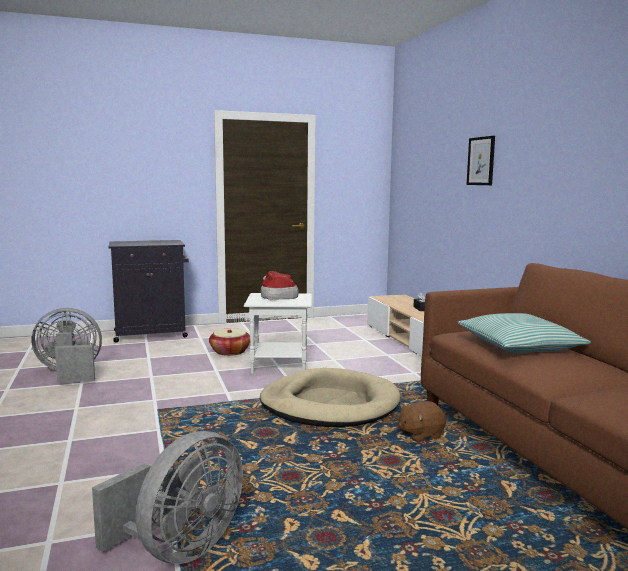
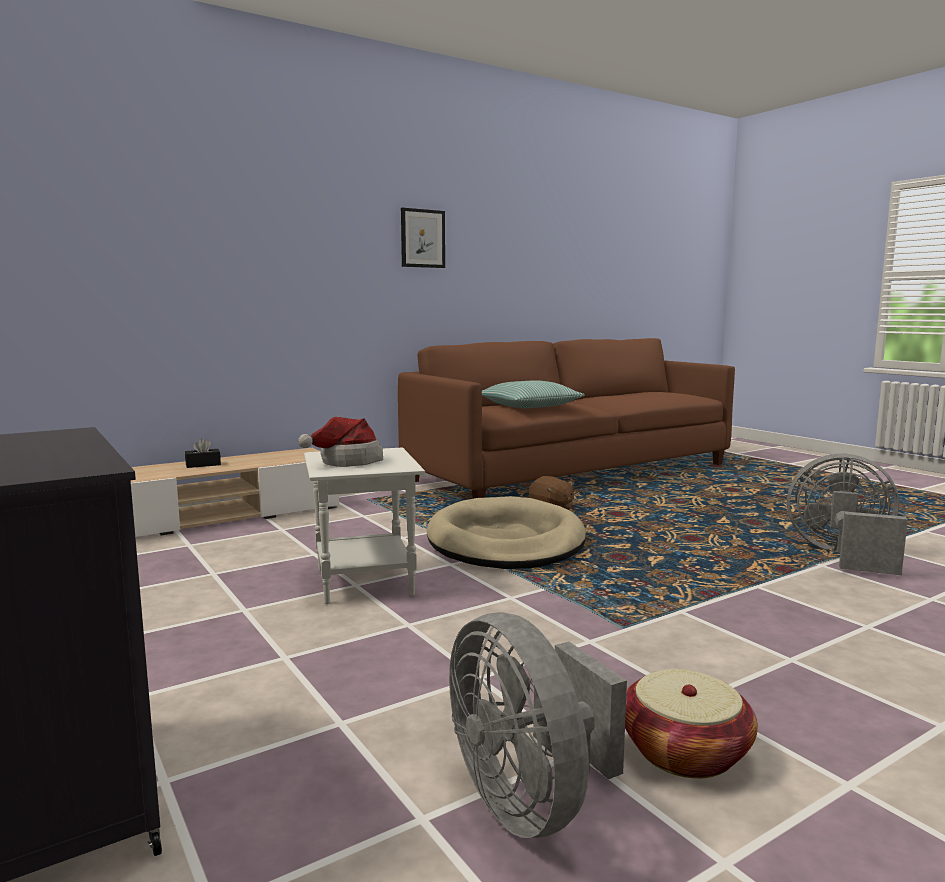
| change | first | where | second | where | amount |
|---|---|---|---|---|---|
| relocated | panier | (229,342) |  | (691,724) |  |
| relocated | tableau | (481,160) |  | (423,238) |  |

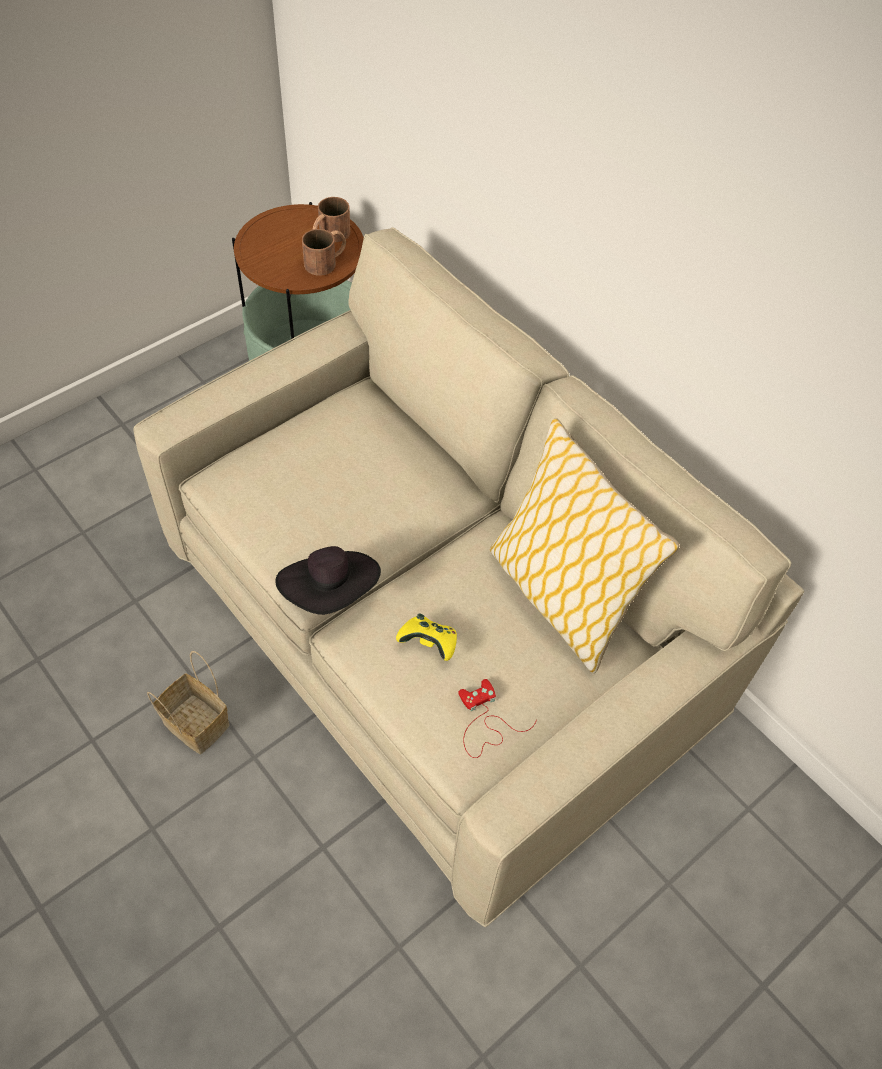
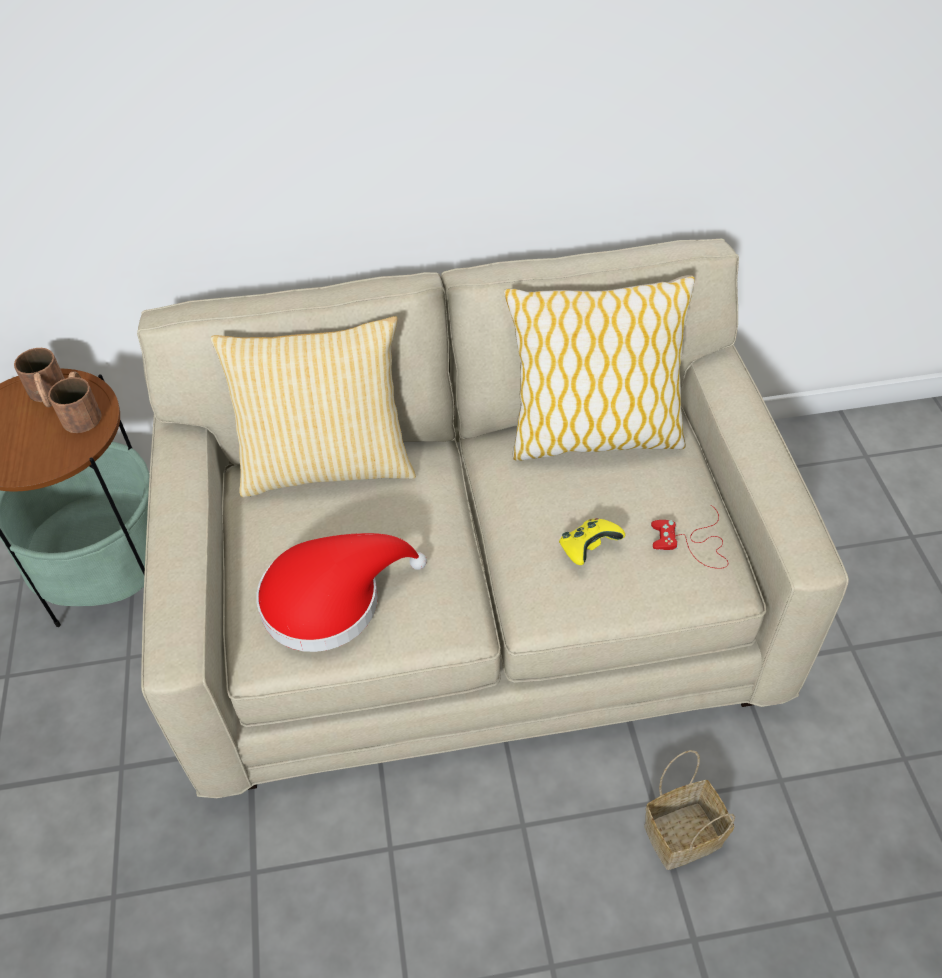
| change | first | where | second | where | amount |
|---|---|---|---|---|---|
| relocated | panier | (188,702) |  | (689,810) |  |
| missing | chapeau/noir | (328,580) |  |  |  |
| appeared |  |  | coussin | (313,406) |  |
| appeared |  |  | chapeau/rouge | (341,592) |  |

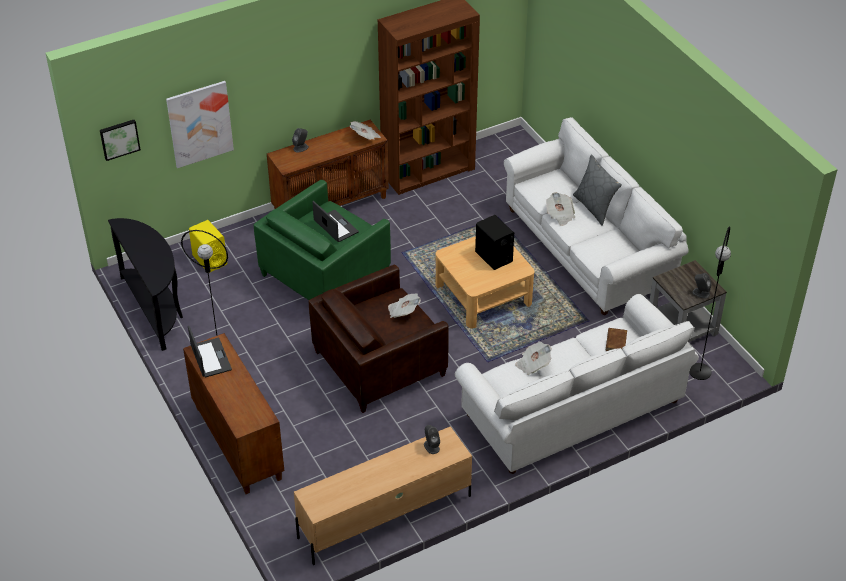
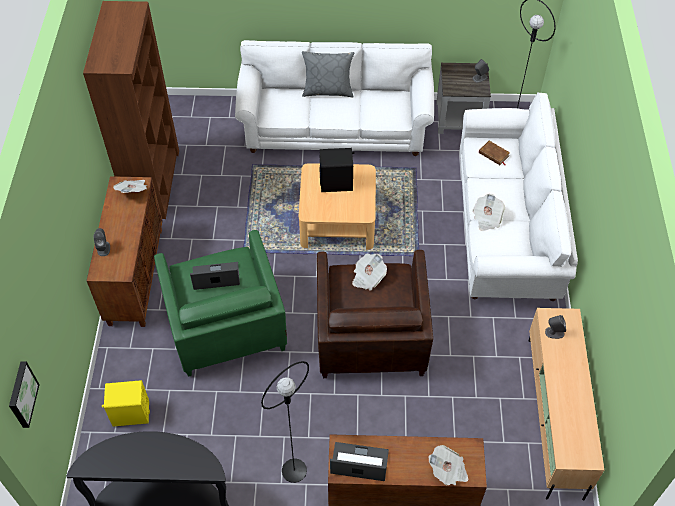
| change | first | where | second | where | amount |
|---|---|---|---|---|---|
| missing | tableau | (200,124) |  |  |  |
| relocated | journal | (560,209) |  | (448,465) |  |

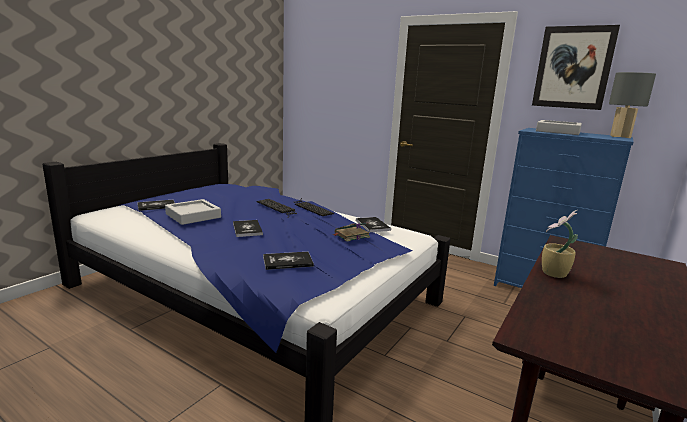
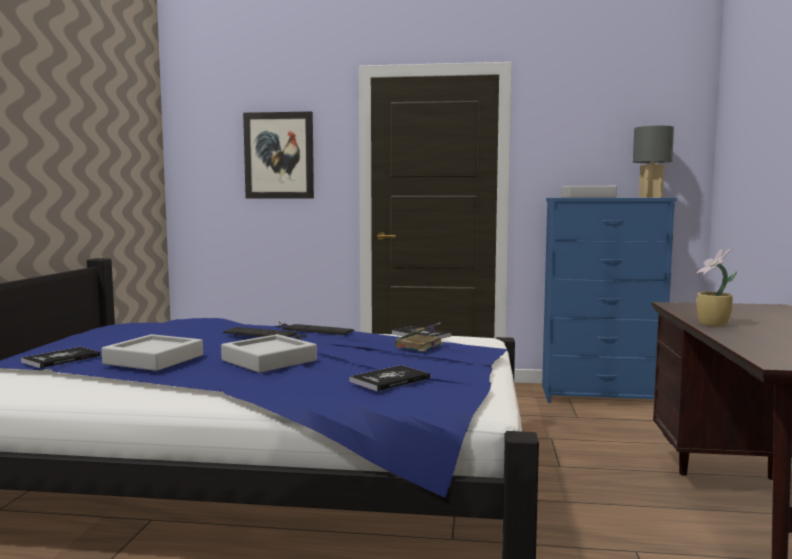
| change | first | where | second | where | amount |
|---|---|---|---|---|---|
| exchanged | livre | (248,228) | plateau/gris | (269,353) |  |
| relocated | tableau | (576,67) |  | (278,154) |  |

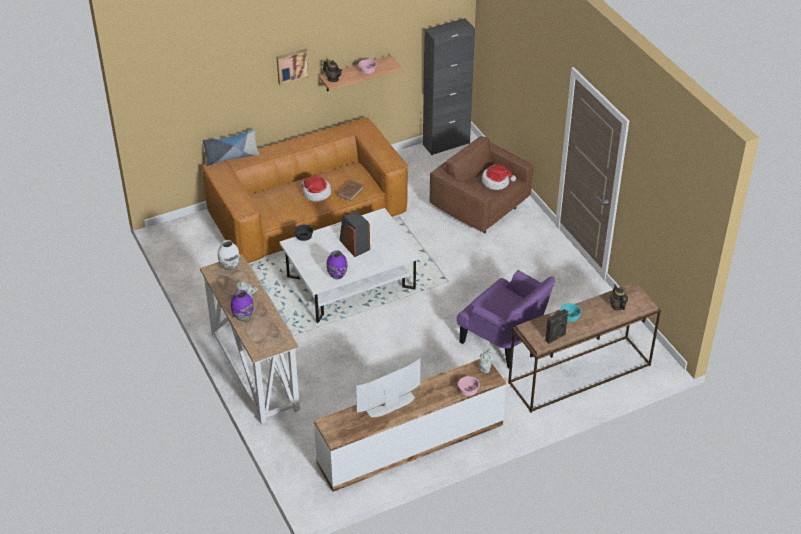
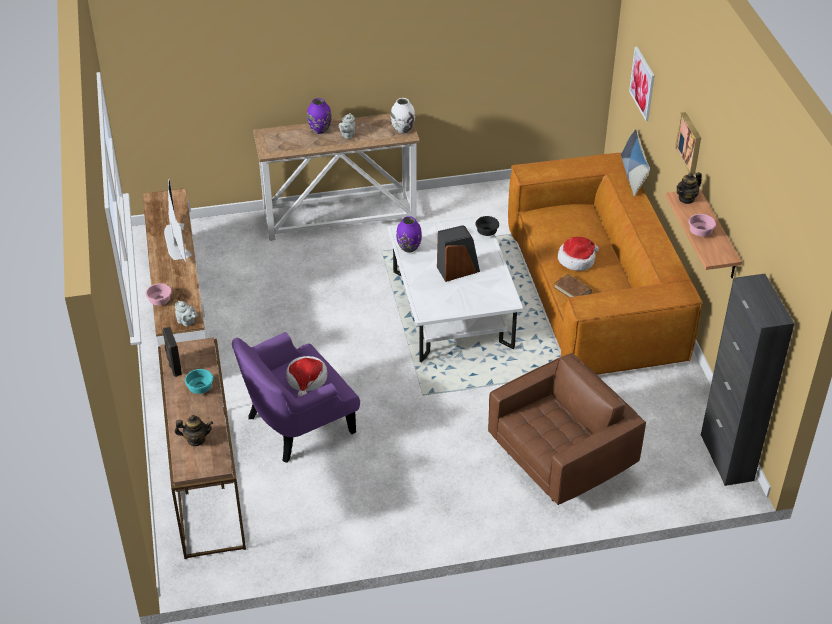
| change | first | where | second | where | amount |
|---|---|---|---|---|---|
| relocated | chapeau | (499,177) |  | (306,376) |  |
| appeared |  |  | tableau | (642,84) |  |

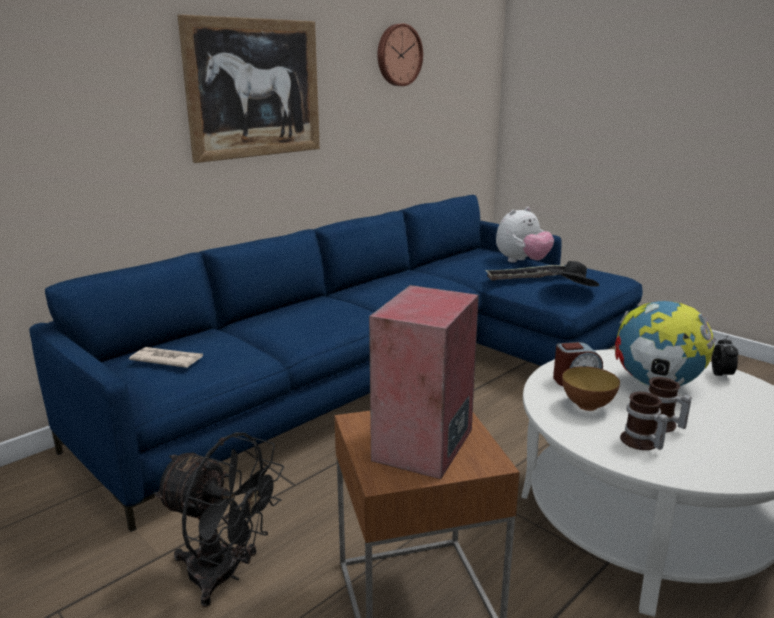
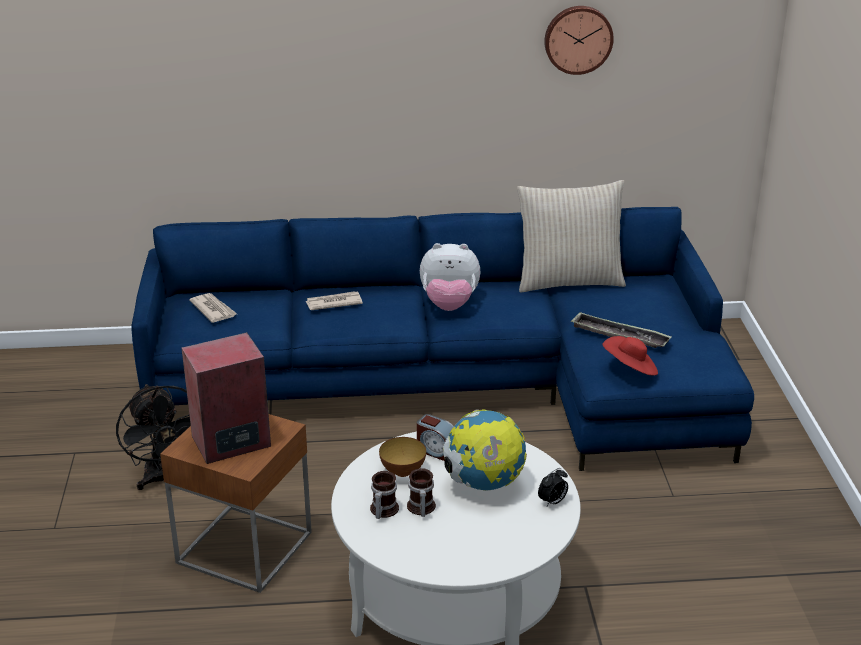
| change | first | where | second | where | amount |
|---|---|---|---|---|---|
| missing | tableau | (248,88) |  |  |  |
| relocated | peluche | (525,235) |  | (450,277) |  |
| colour | chapeau/noir | (573,274) | chapeau/rouge | (630,356) |  |
| appeared |  |  | journal | (334,300) |  |
| appeared |  |  | coussin/beige | (571,236) |  |

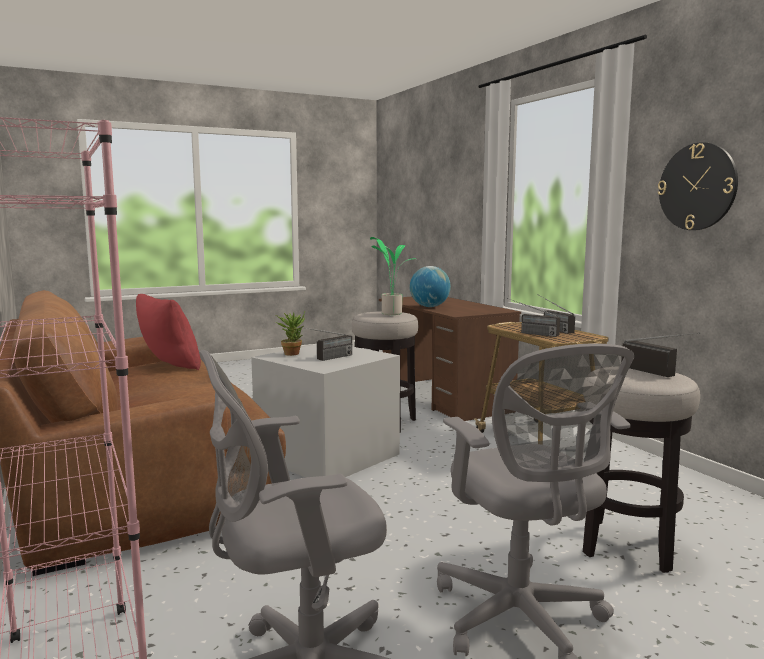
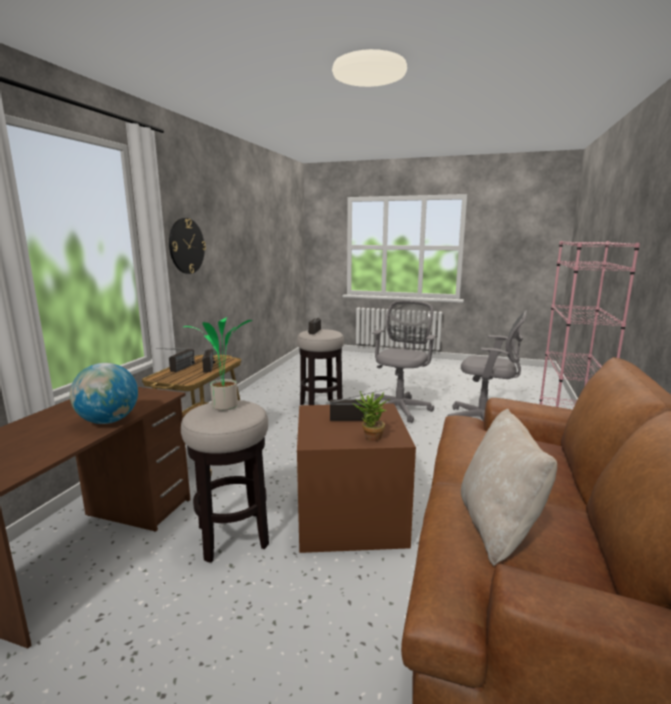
| change | first | where | second | where | amount |
|---|---|---|---|---|---|
| colour | coussin/rouge | (168,332) | coussin/beige | (509,487) |  |
| colour | boîte de rangement/gris | (325,411) | boîte de rangement/marron | (356,478) |  |

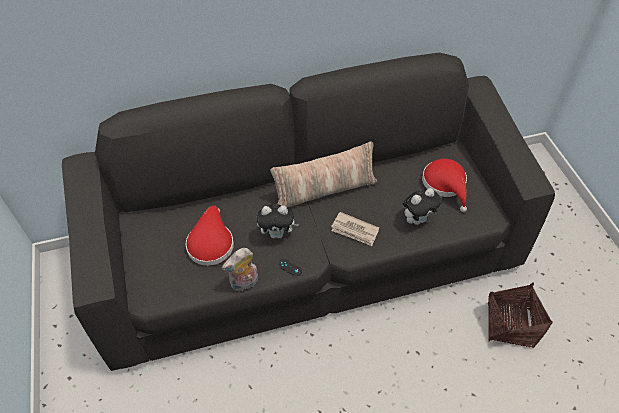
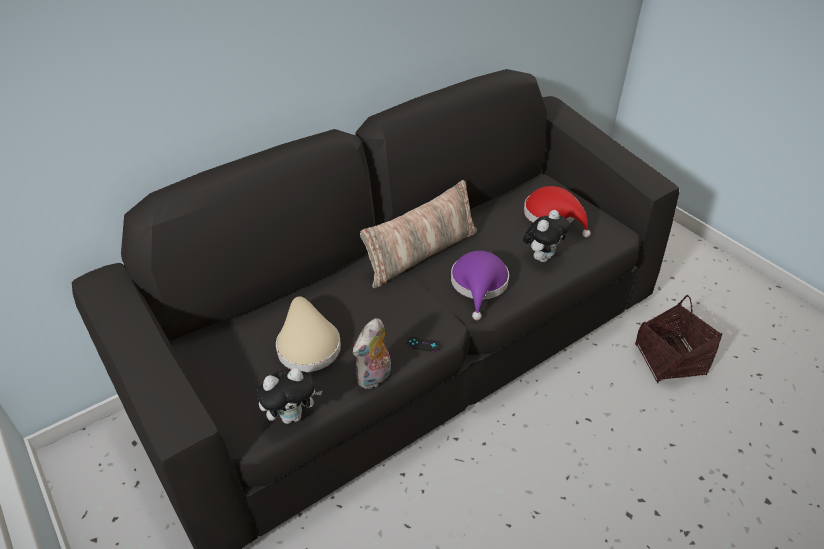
| change | first | where | second | where | amount |
|---|---|---|---|---|---|
| colour | chapeau/rouge | (210,236) | chapeau/beige | (308,334) |  |
| relocated | peluche | (278,221) |  | (290,396) |  |
| exchanged | journal | (355,229) | chapeau/violet | (480,285) |  |

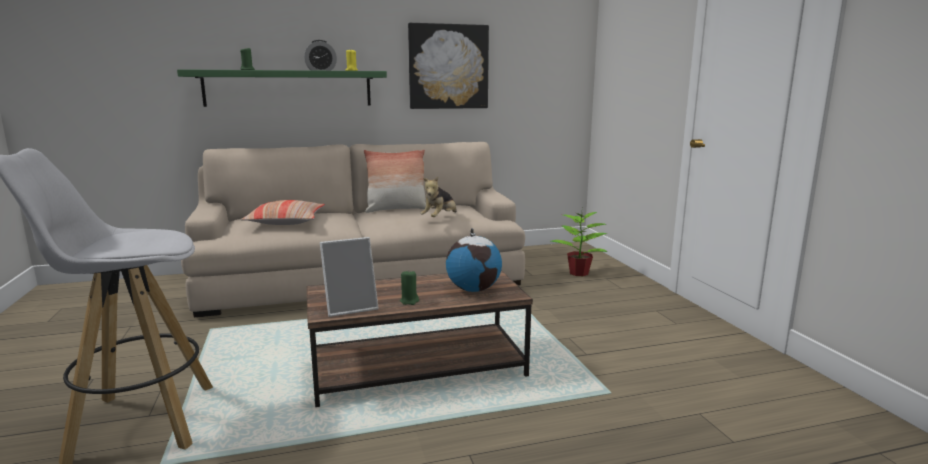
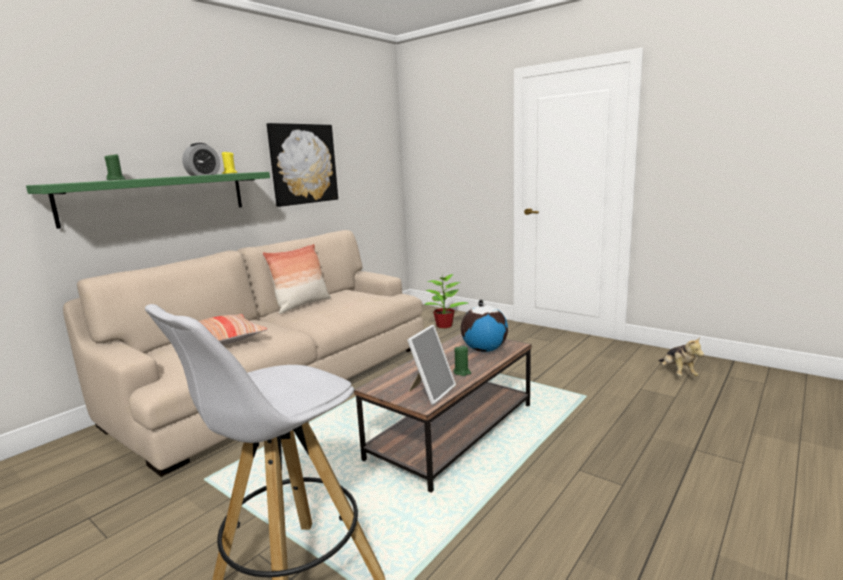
| change | first | where | second | where | amount |
|---|---|---|---|---|---|
| relocated | peluche | (438,197) |  | (681,356) |  |

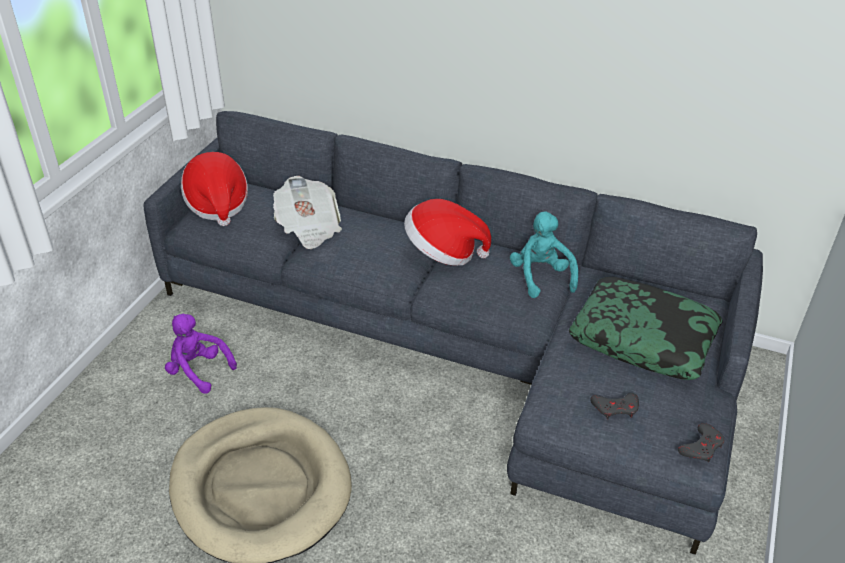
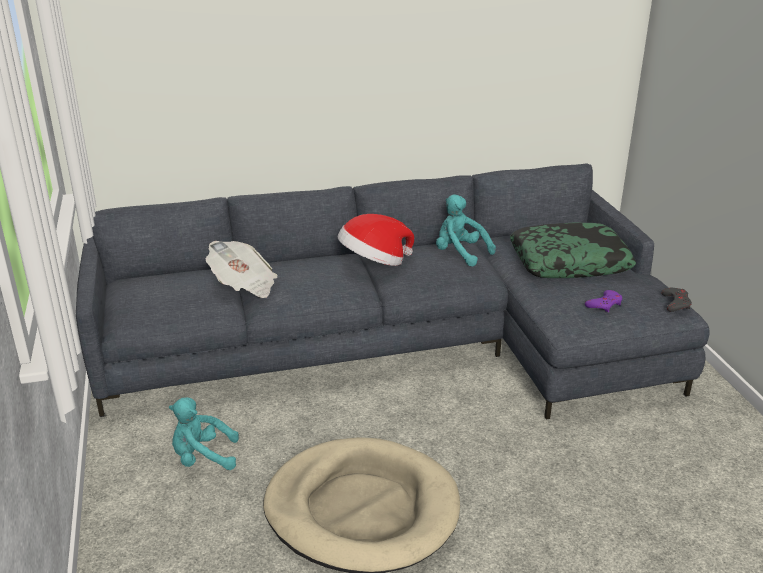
| change | first | where | second | where | amount |
|---|---|---|---|---|---|
| colour | peluche/violet | (201,354) | peluche/turquoise | (204,433) |  |
| missing | chapeau | (214,189) |  |  |  |
| colour | manette/gris | (614,406) | manette/violet | (604,301) |  |

